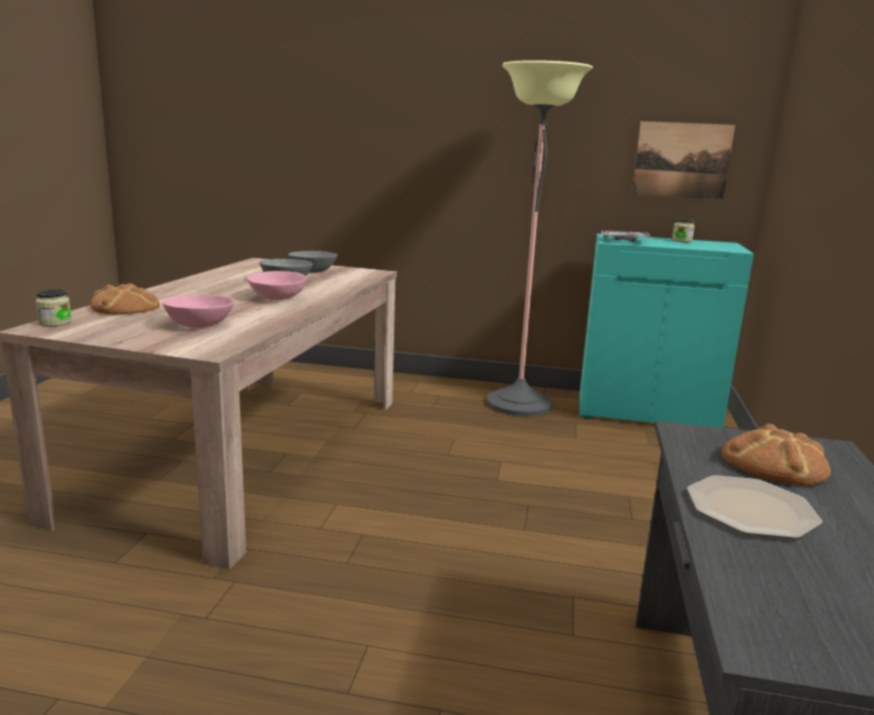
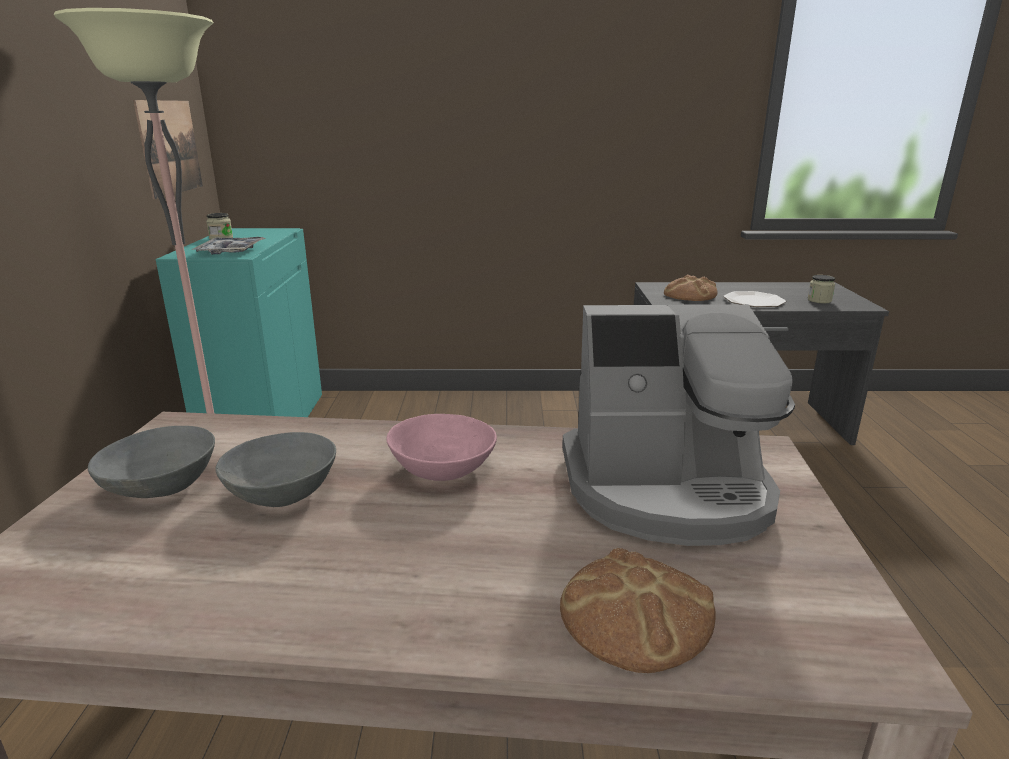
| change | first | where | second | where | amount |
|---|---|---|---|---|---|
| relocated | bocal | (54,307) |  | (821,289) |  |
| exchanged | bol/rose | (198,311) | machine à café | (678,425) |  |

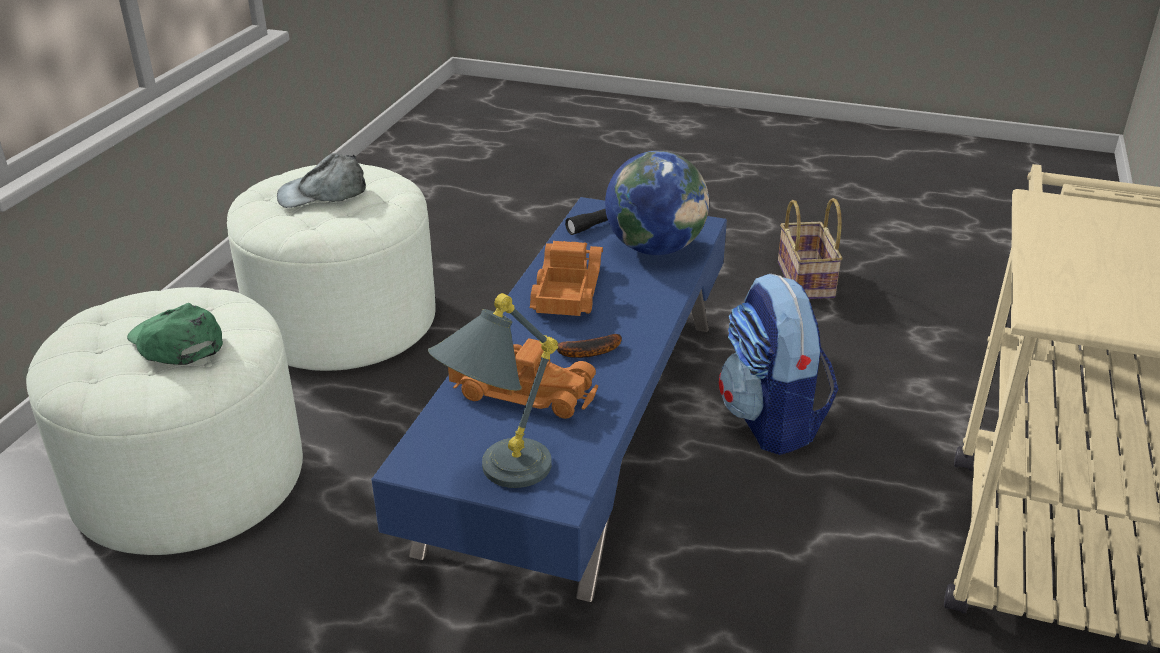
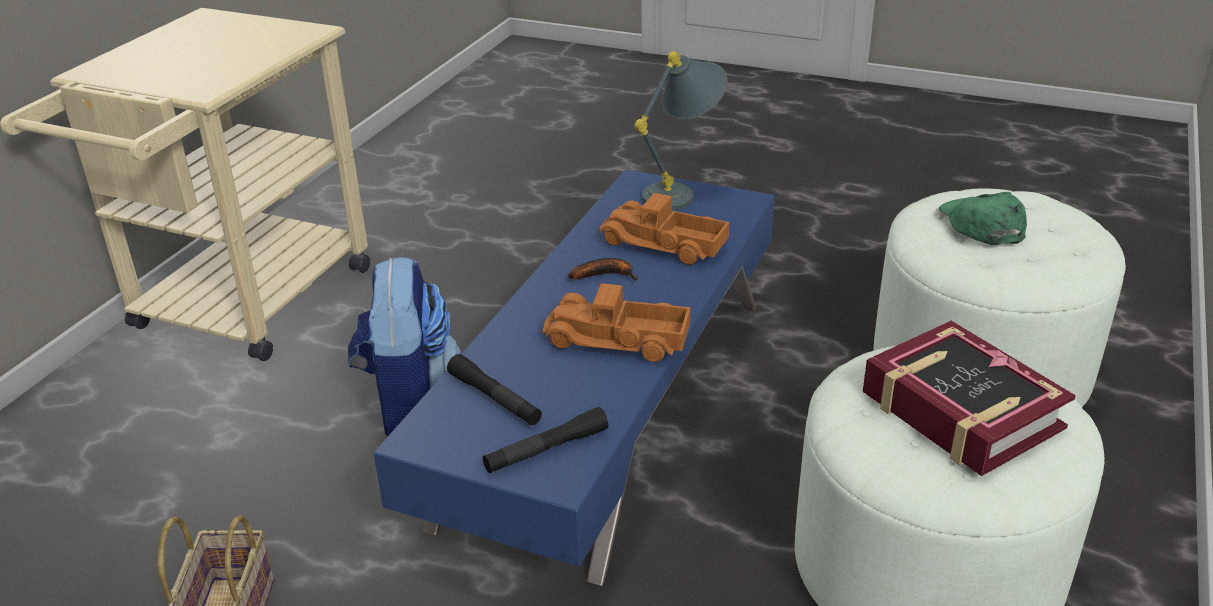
| change | first | where | second | where | amount |
|---|---|---|---|---|---|
| spun | casquette/vert | (175,334) |  | (983,218) | 150 degrees counterclockwise |
| exchanged | casquette/gris | (321,180) | livre | (969,398) |  |
| spun | camion jouet | (566,278) |  | (616,322) | 90 degrees clockwise |
| exchanged | globe | (657,203) | lampe de poche/noir | (494,389) |  |

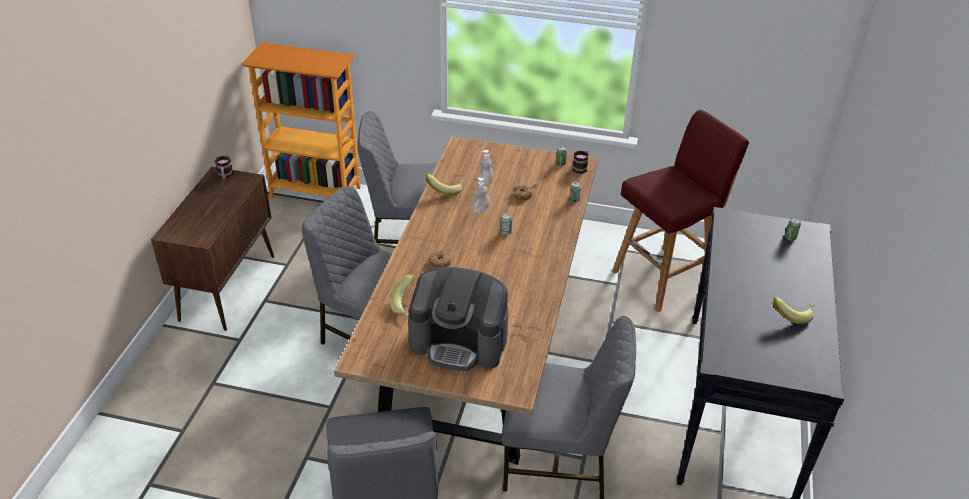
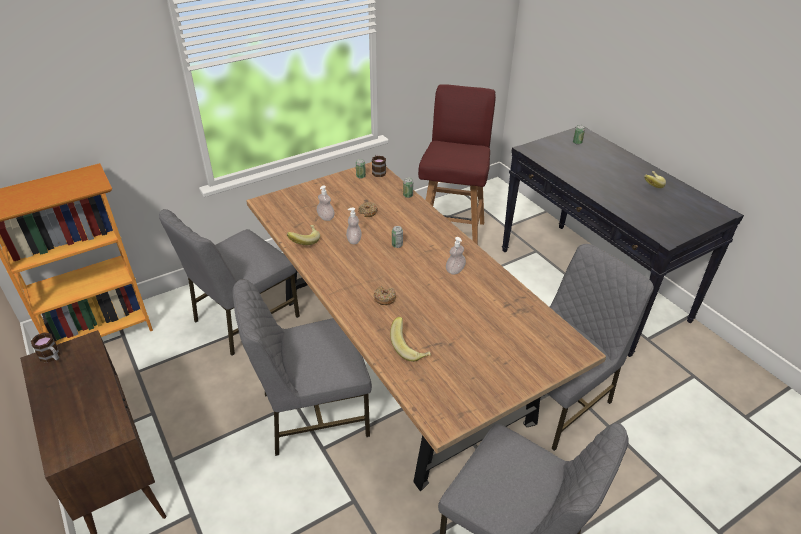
| change | first | where | second | where | amount |
|---|---|---|---|---|---|
| missing | machine à café | (458,319) |  |  |  |
| appeared |  |  | distributeur de savon | (456,256) |  |

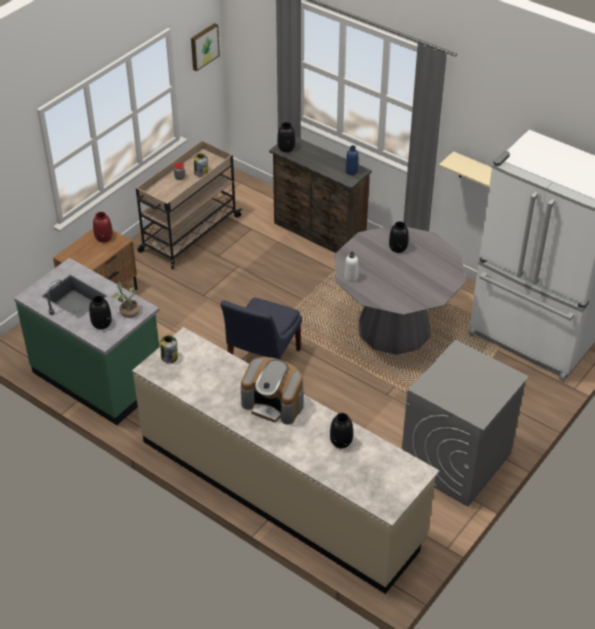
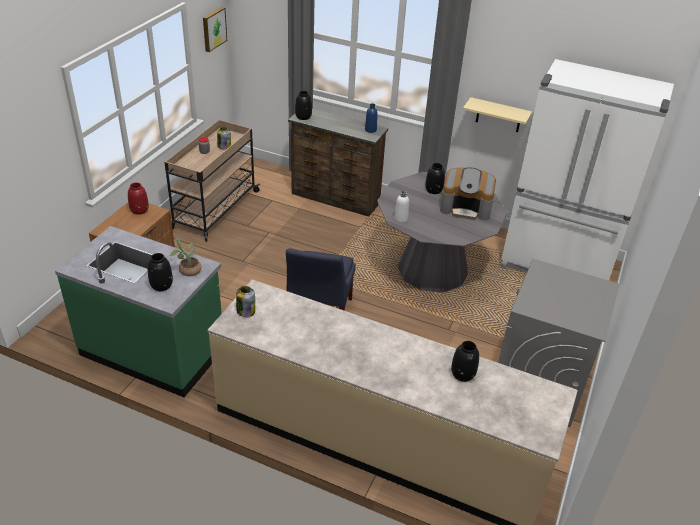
| change | first | where | second | where | amount |
|---|---|---|---|---|---|
| relocated | machine à café | (272,391) |  | (468,194) |  |

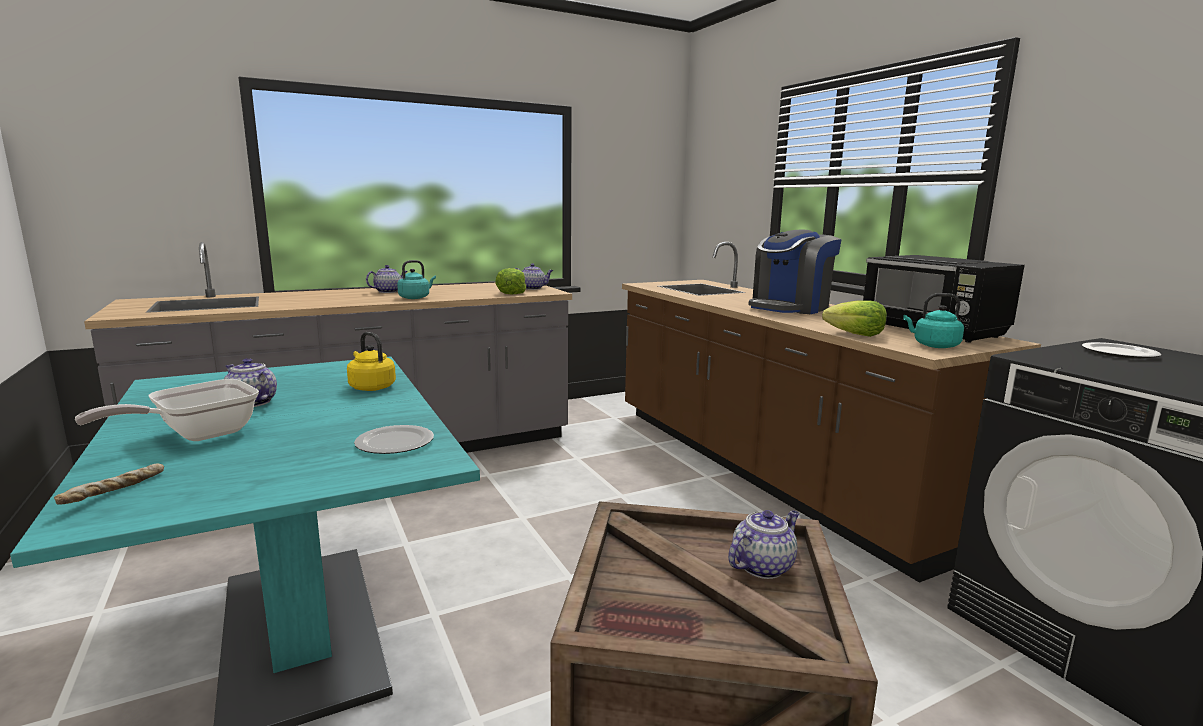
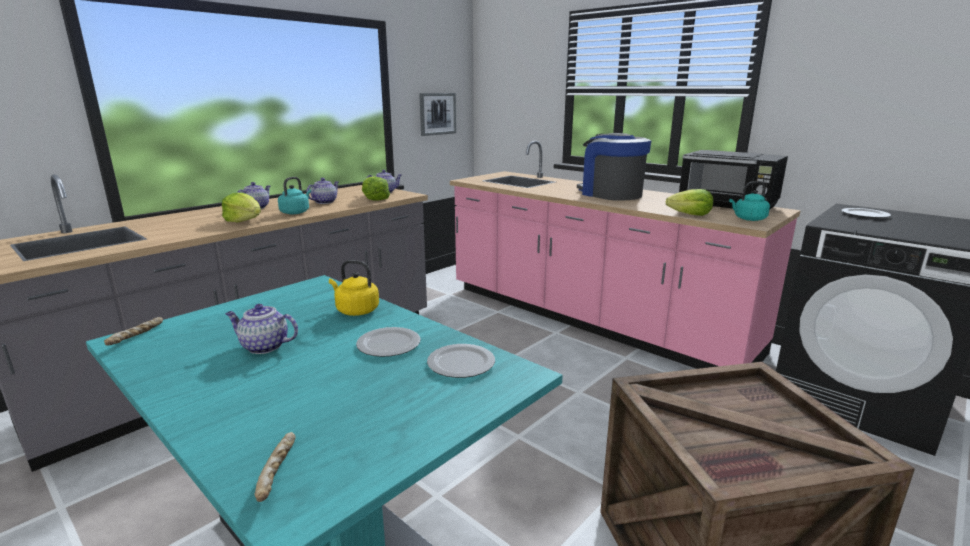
| change | first | where | second | where | amount |
|---|---|---|---|---|---|
| missing | poêle | (167,410) |  |  |  |
| colour | comptoir de cuisine/marron | (831,412) | comptoir de cuisine/rose | (625,255) |  |
| relocated | théière | (764,544) |  | (322,191) |  |
| spun | machine à café | (795,272) |  | (614,167) | 120 degrees clockwise |
| appeared |  |  | pain | (133,331) |  |
| appeared |  |  | laitue | (241,207) |  |
| appeared |  |  | assiette | (388,342) |  |
| appeared |  |  | tableau | (437,114) |  |

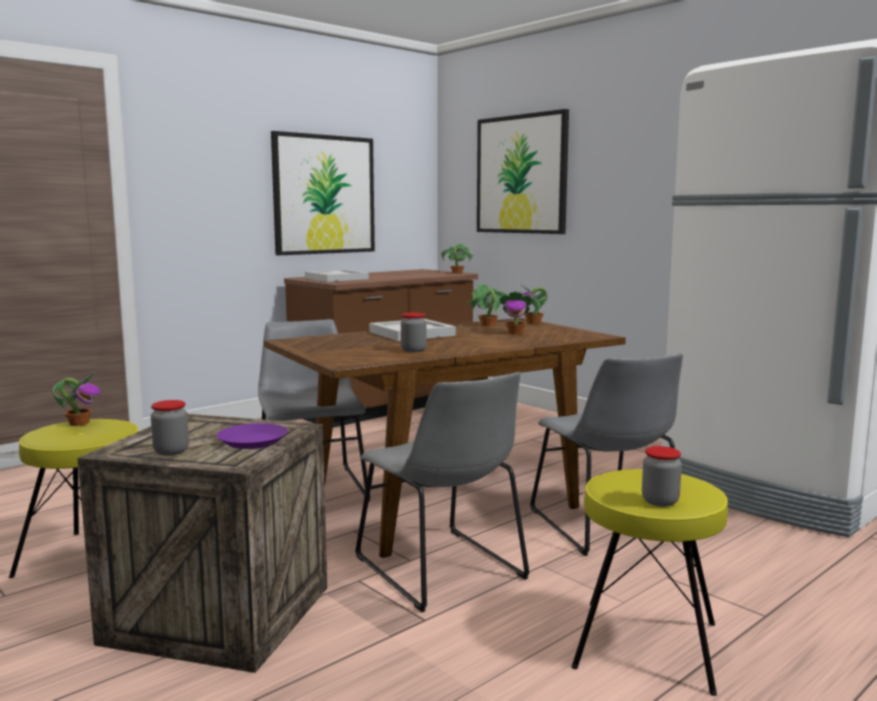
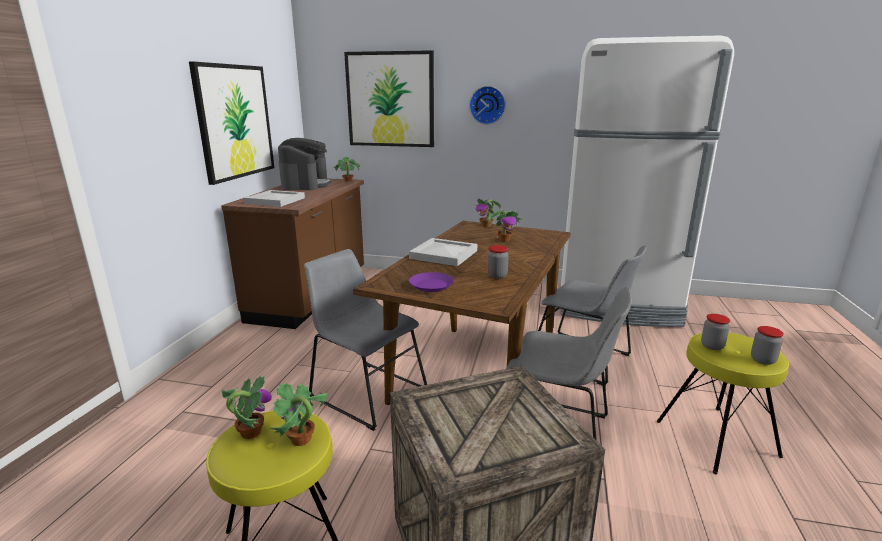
| change | first | where | second | where | amount |
|---|---|---|---|---|---|
| relocated | bocal | (170,427) |  | (715,332) |  |
| relocated | assiette/violet | (252,436) |  | (431,282) |  |
| relocated | plante en pot | (487,305) |  | (298,414) |  |
| appeared |  |  | machine à café | (304,164) |  |
| appeared |  |  | horloge murale | (487,105) |  |

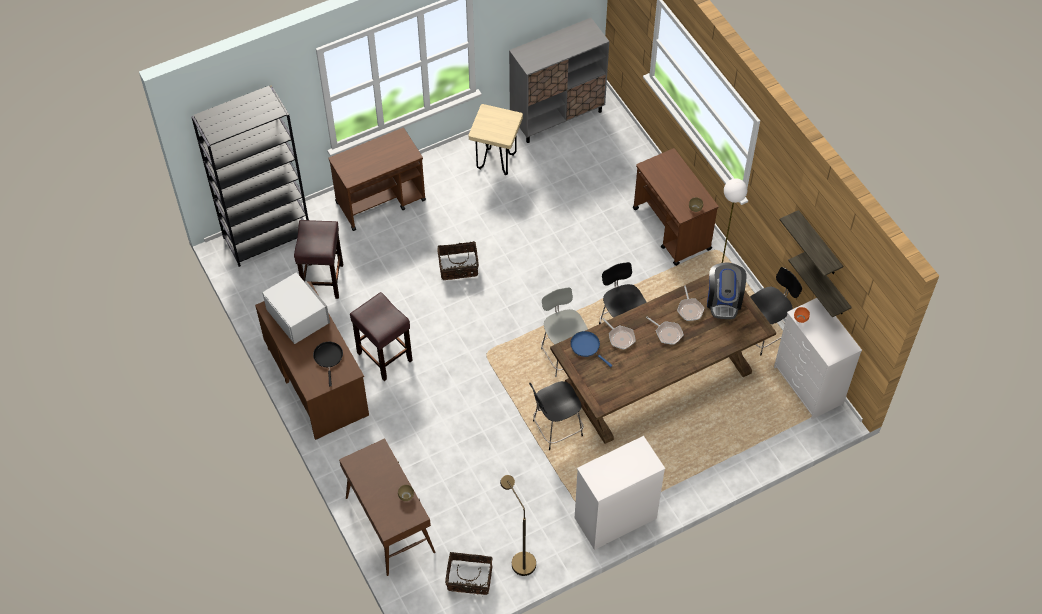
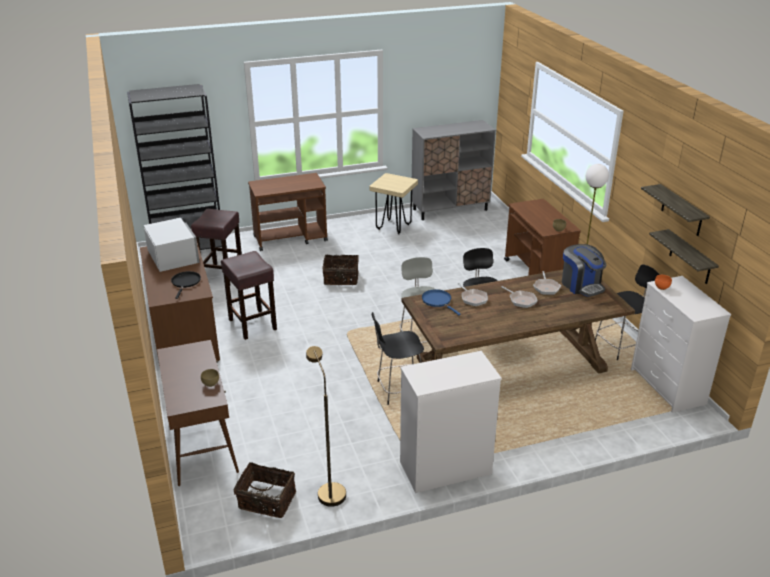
| change | first | where | second | where | amount |
|---|---|---|---|---|---|
| spun | machine à café | (727,291) |  | (584,270) | 45 degrees counterclockwise |

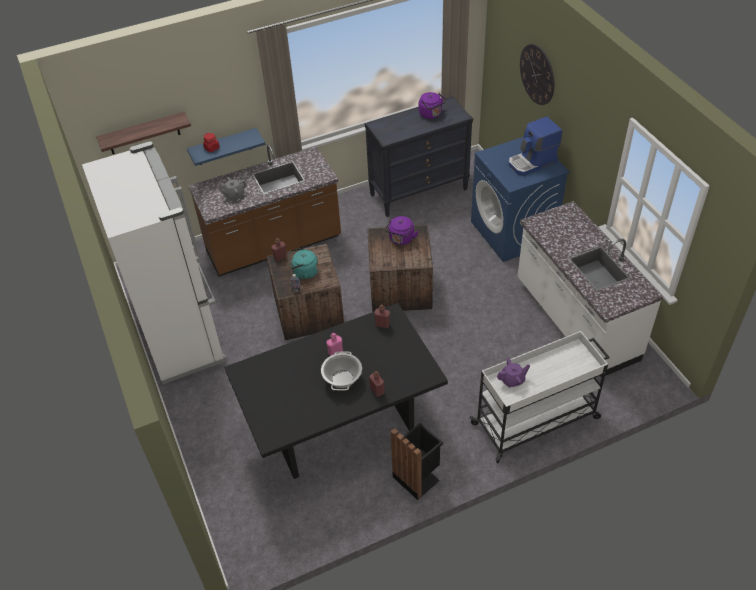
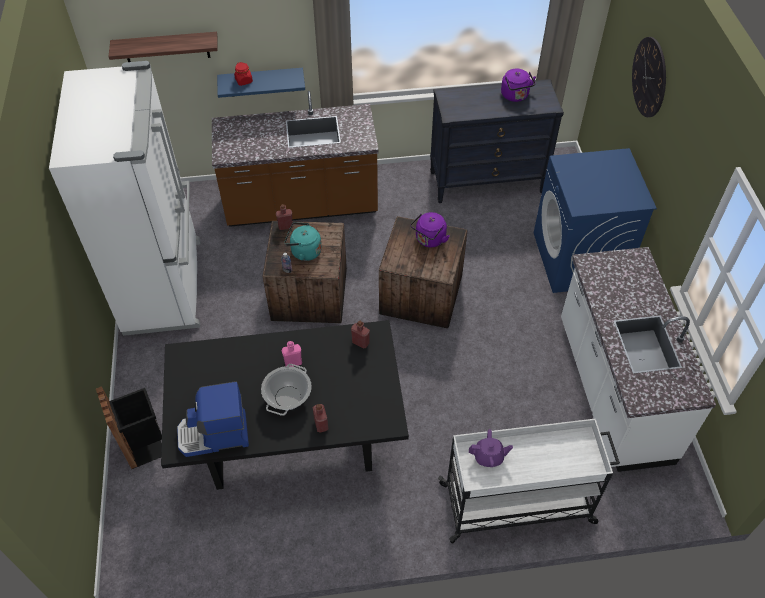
| change | first | where | second | where | amount |
|---|---|---|---|---|---|
| missing | théière/gris | (233,189) |  |  |  |
| relocated | poubelle/noir | (417,461) |  | (129,427) |  |
| relocated | machine à café | (535,146) |  | (213,419) |  |

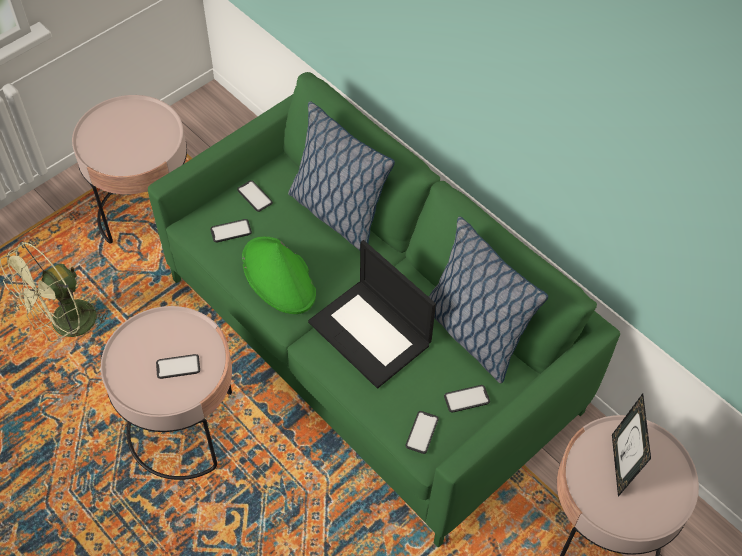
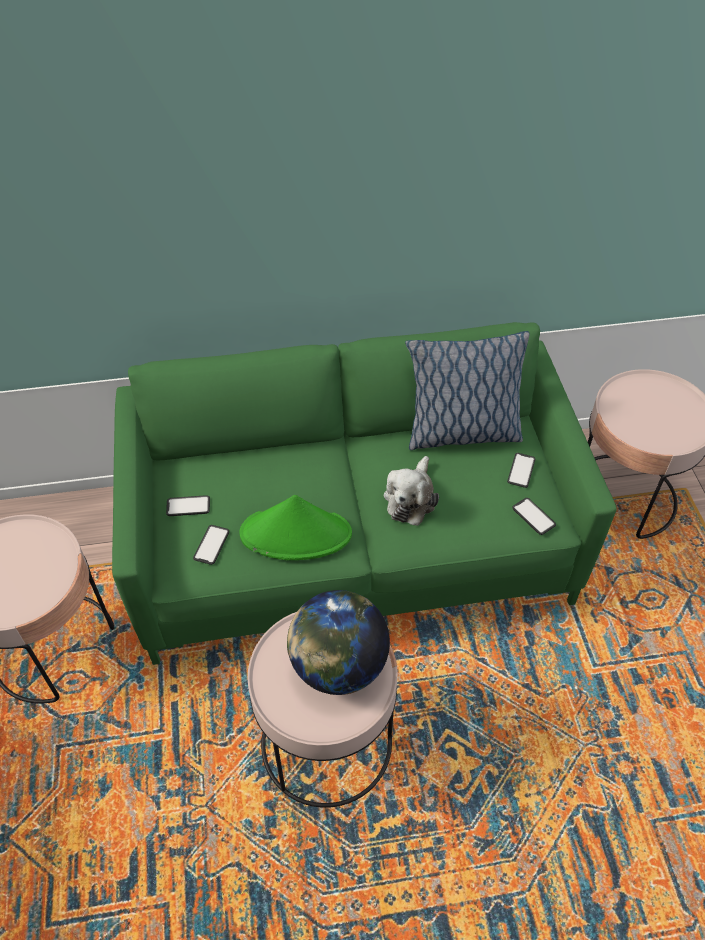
| change | first | where | second | where | amount |
|---|---|---|---|---|---|
| missing | ventilateur/vert | (54,291) |  |  |  |
| exchanged | téléphone | (178,366) | globe | (338,642) |  |
| missing | coussin | (341,176) |  |  |  |
| exchanged | ordinateur portable | (372,314) | peluche | (411,491) |  |
| missing | cadre photo | (631,445) |  |  |  |

